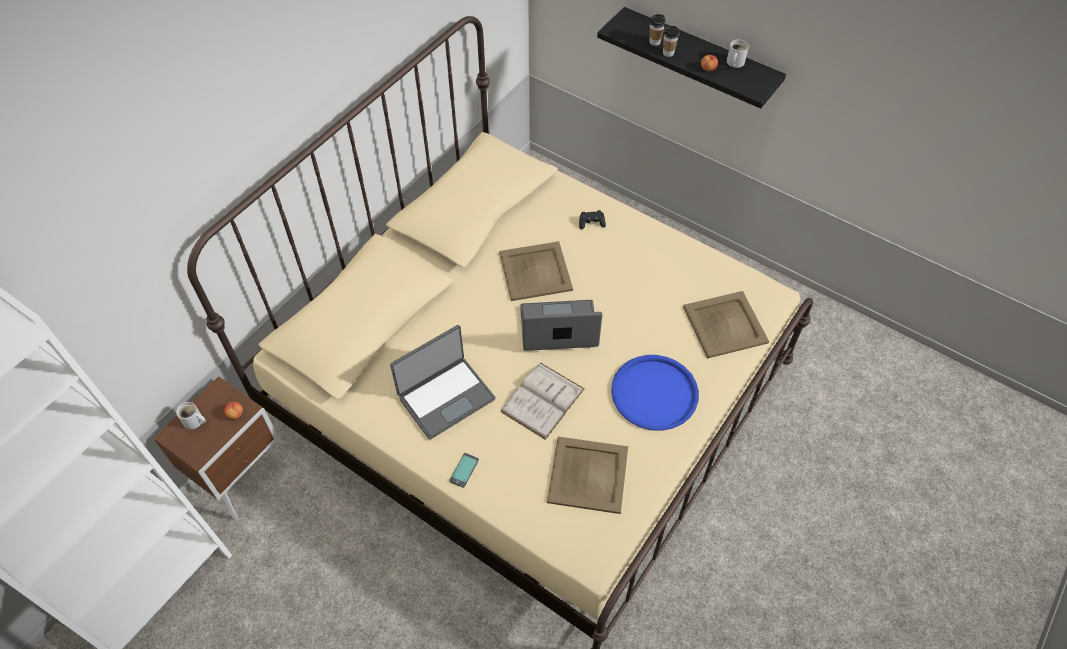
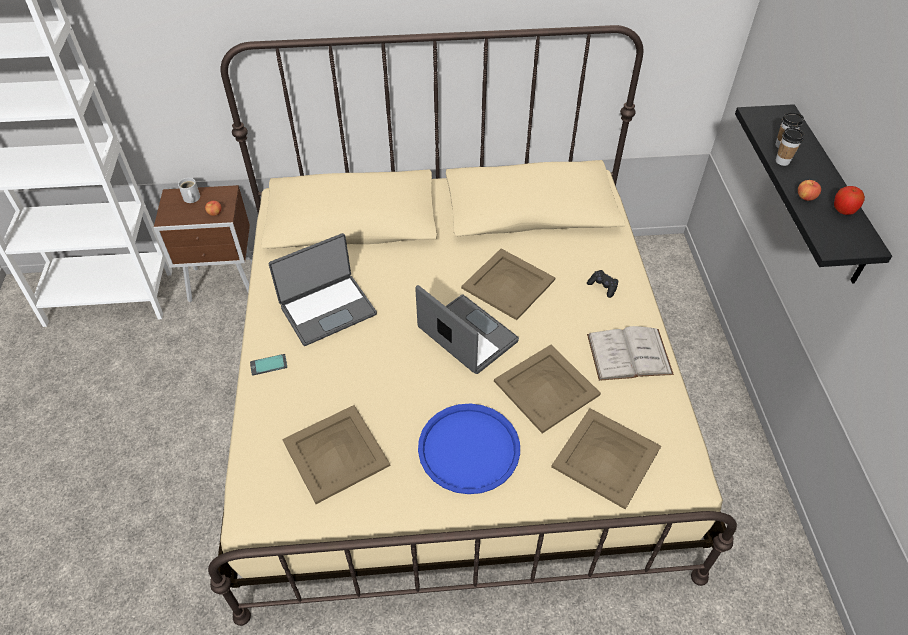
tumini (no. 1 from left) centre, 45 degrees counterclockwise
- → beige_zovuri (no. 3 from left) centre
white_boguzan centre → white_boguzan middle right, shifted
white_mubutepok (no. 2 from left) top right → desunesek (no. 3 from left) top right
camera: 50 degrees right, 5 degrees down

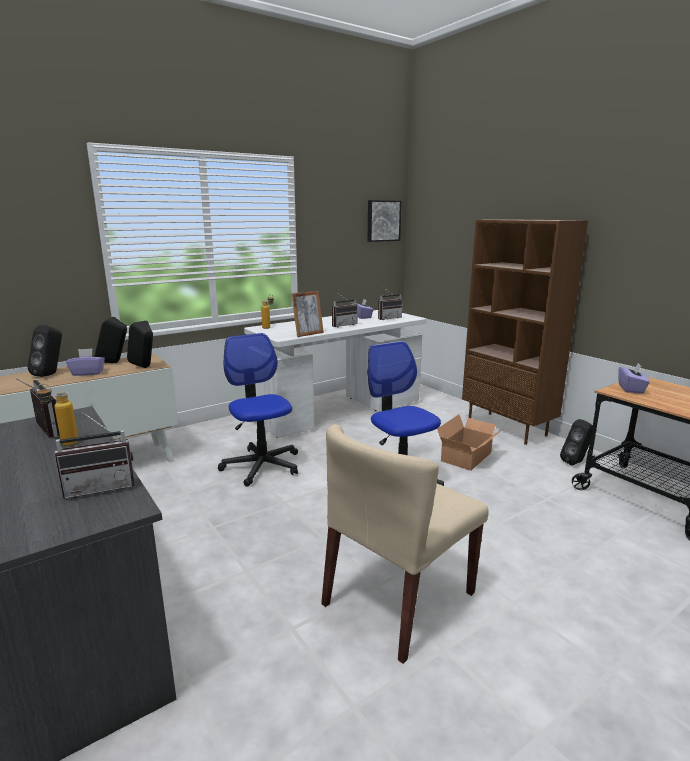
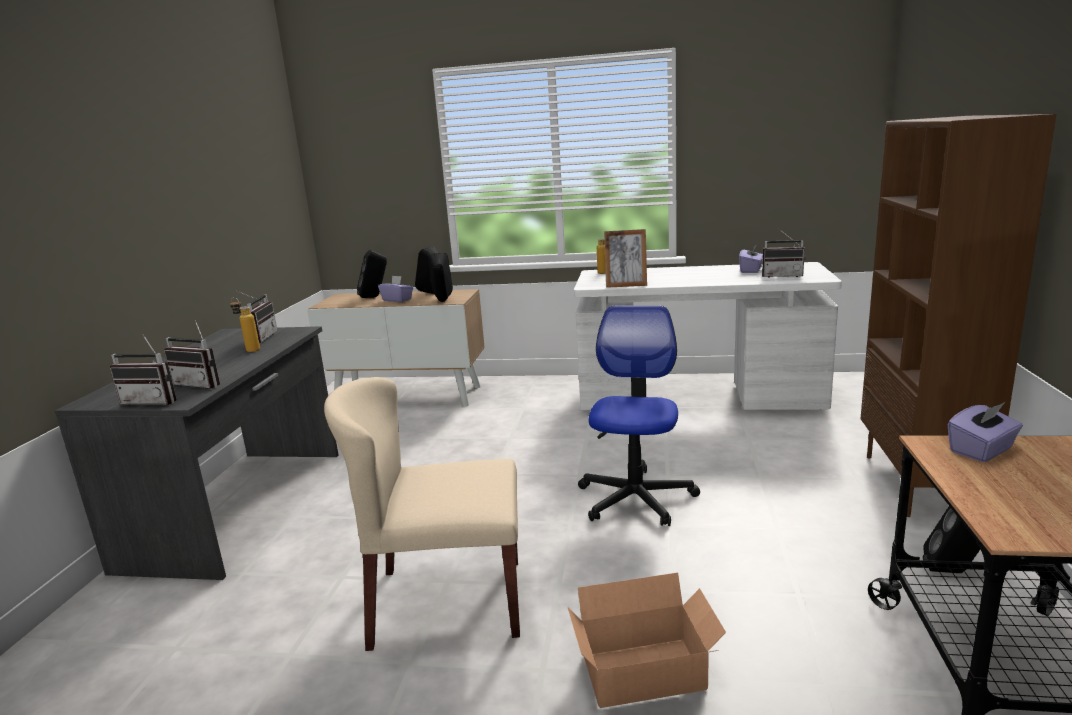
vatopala (no. 3 from left in the first image) centre → vatopala (no. 1 from left) middle left, shifted
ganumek middle right → ganumek bottom centre, shifted
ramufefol (no. 1 from left) centre → -
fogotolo top centre → -
camera: 45 degrees right, 0 degrees up

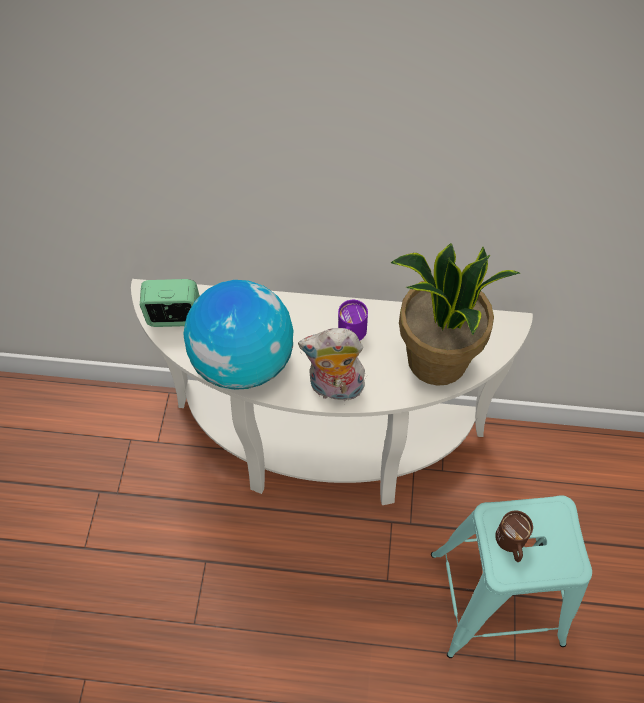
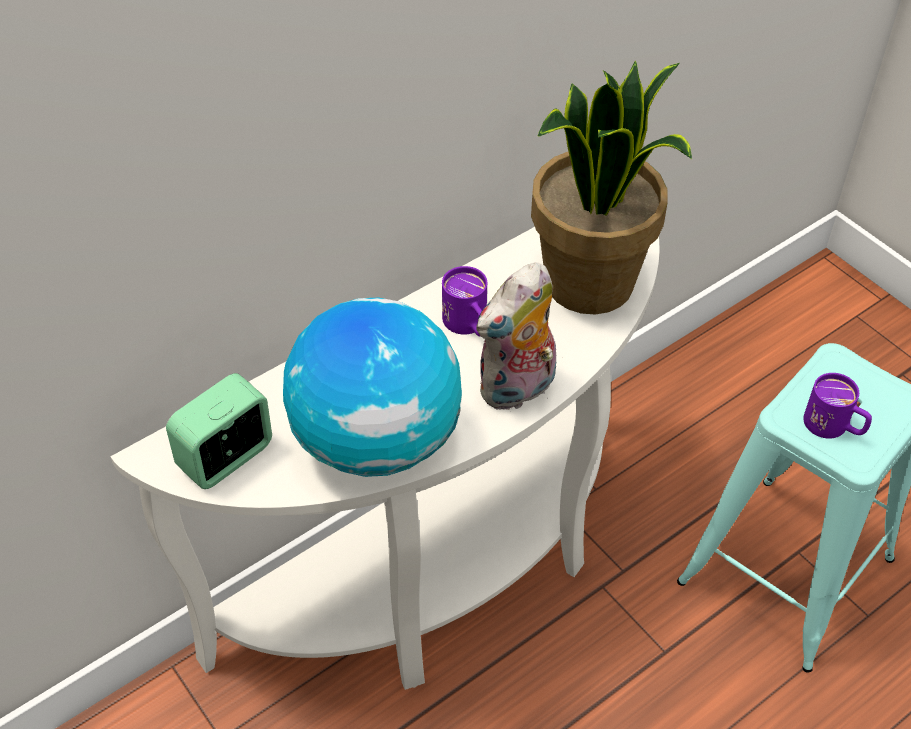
brown_mubutepok bottom right → purple_mubutepok (no. 2 from left) middle right
camera: 45 degrees left, 10 degrees down

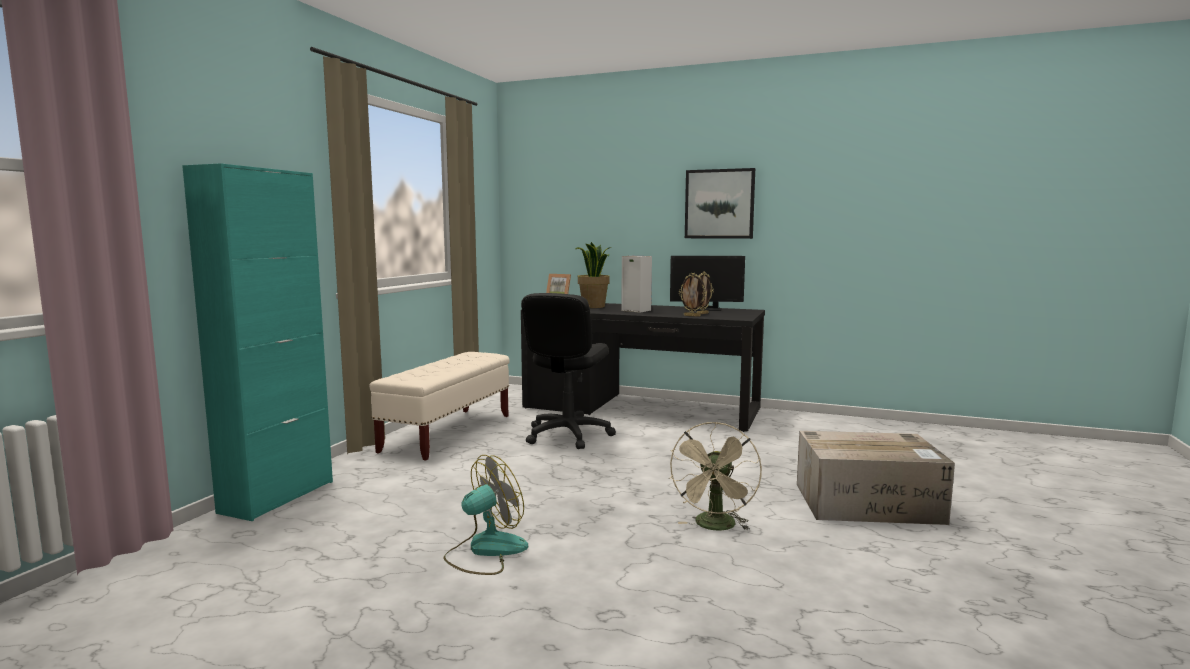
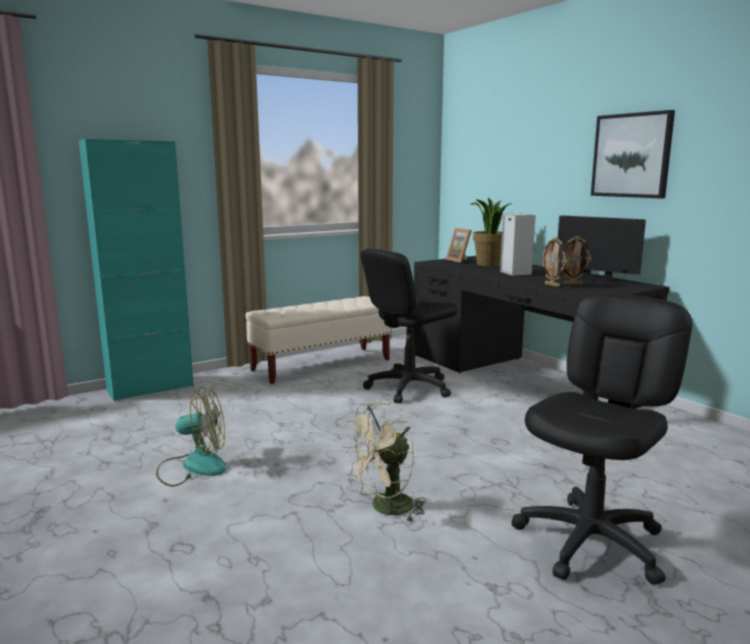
ganumek bottom right → black_ramufefol (no. 2 from left) bottom right
camera: 35 degrees right, 5 degrees up

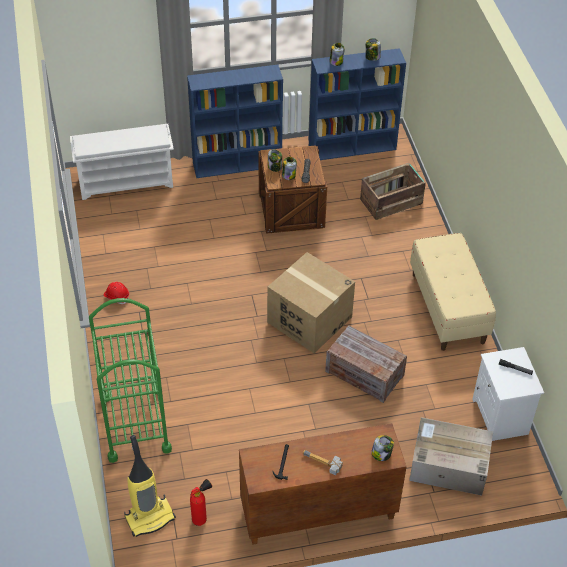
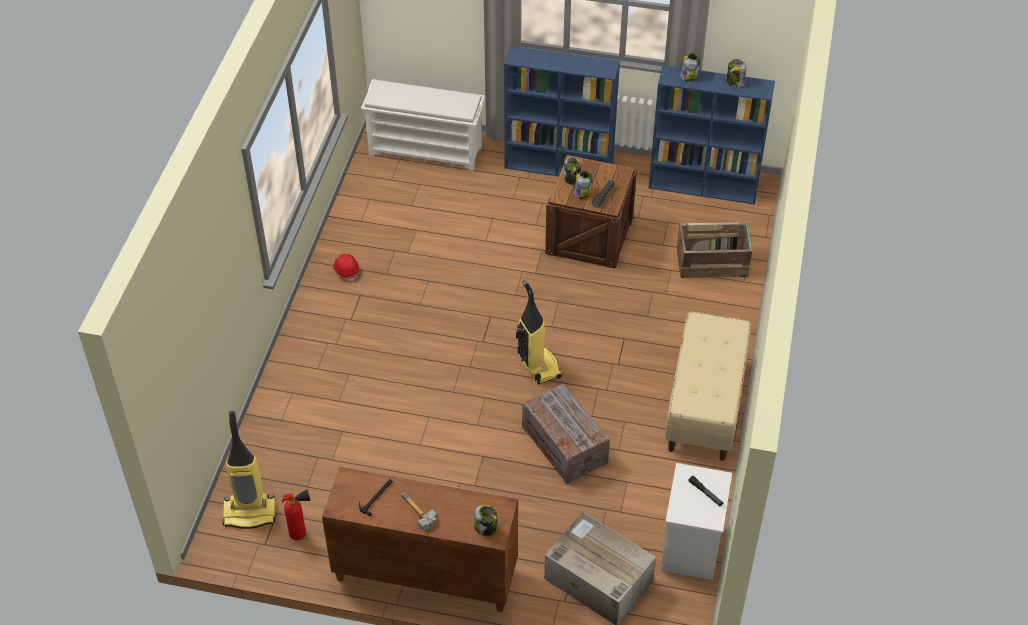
ganumek (no. 1 from left) centre → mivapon (no. 2 from left) centre
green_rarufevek bottom left → -
camera: 25 degrees right, 0 degrees up

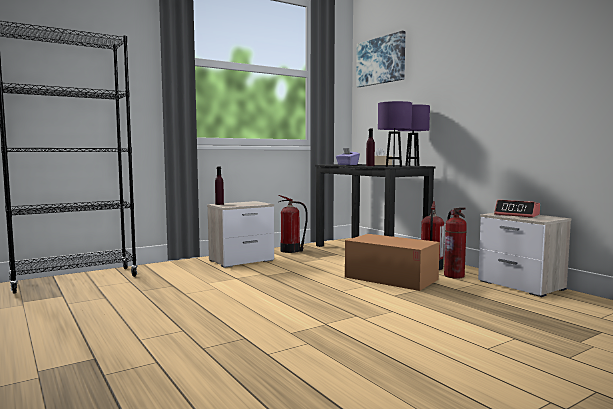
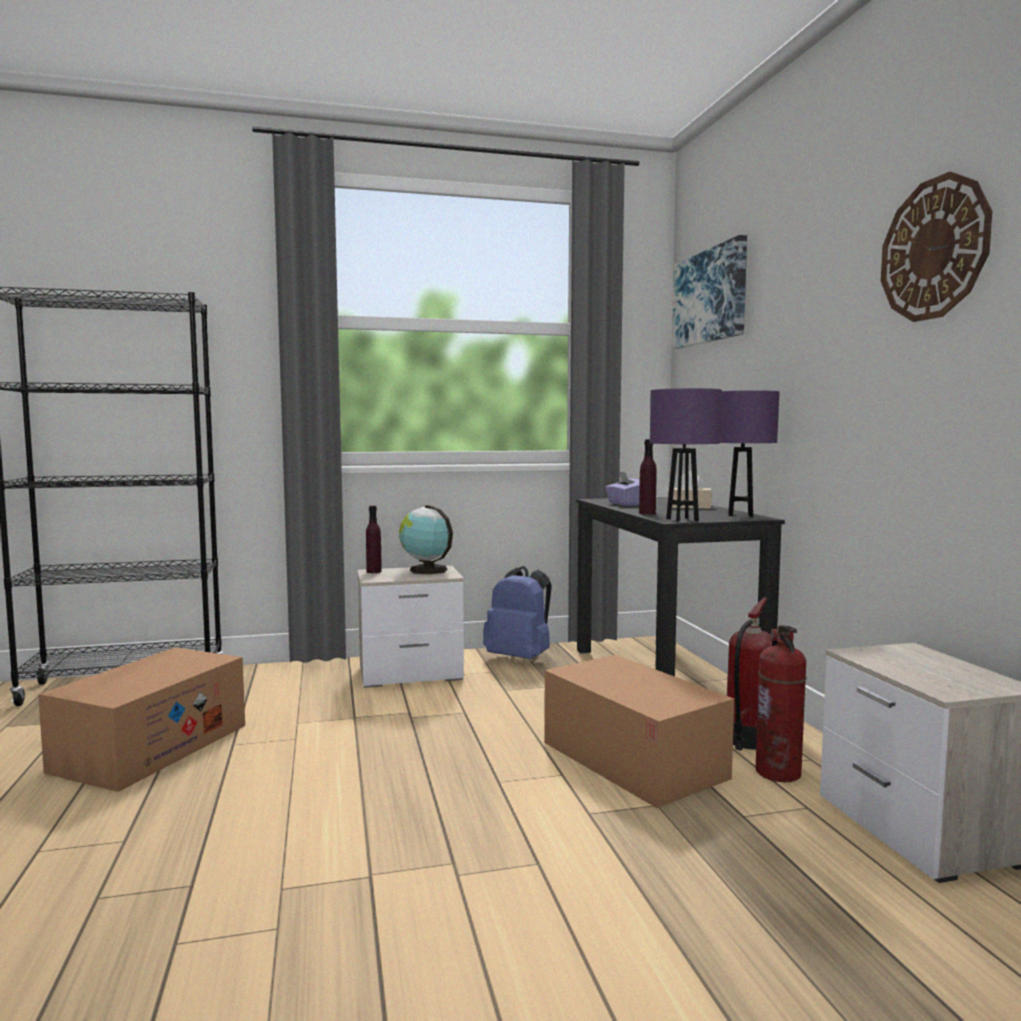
- → ganumek (no. 1 from left) bottom left
- → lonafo centre
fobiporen (no. 1 from left) centre → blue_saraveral centre
- → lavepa top right
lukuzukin middle right → -
camera: 20 degrees right, 0 degrees up

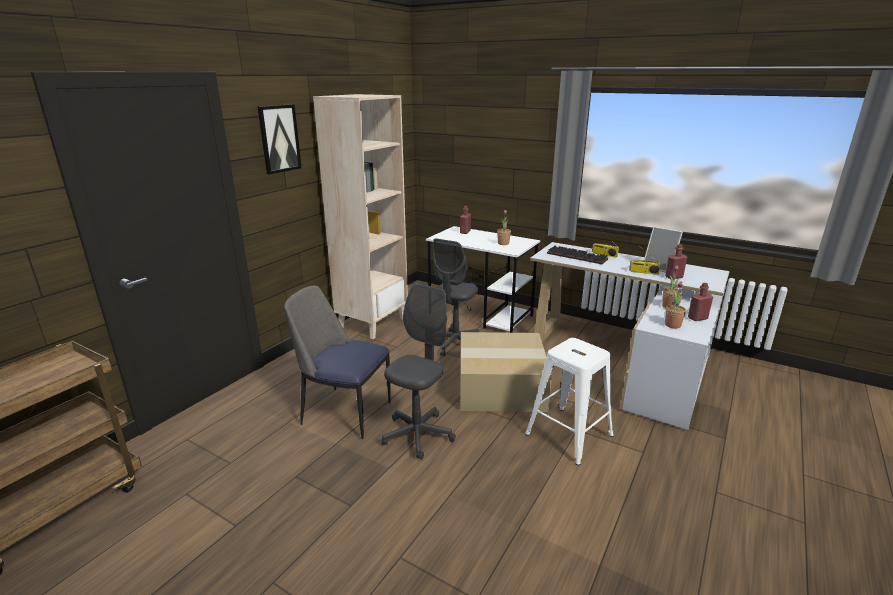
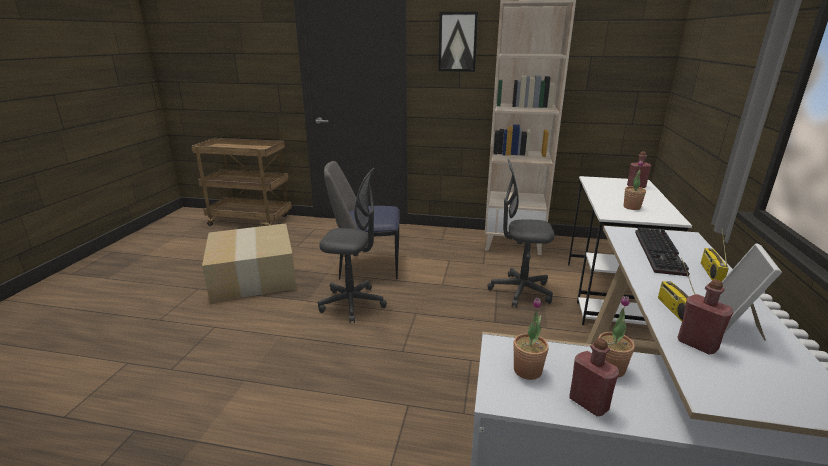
ganumek centre → ganumek middle left, shifted
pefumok centre, 90 degrees counterclockwise
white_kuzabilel bottom centre → -
camera: 70 degrees right, 0 degrees up

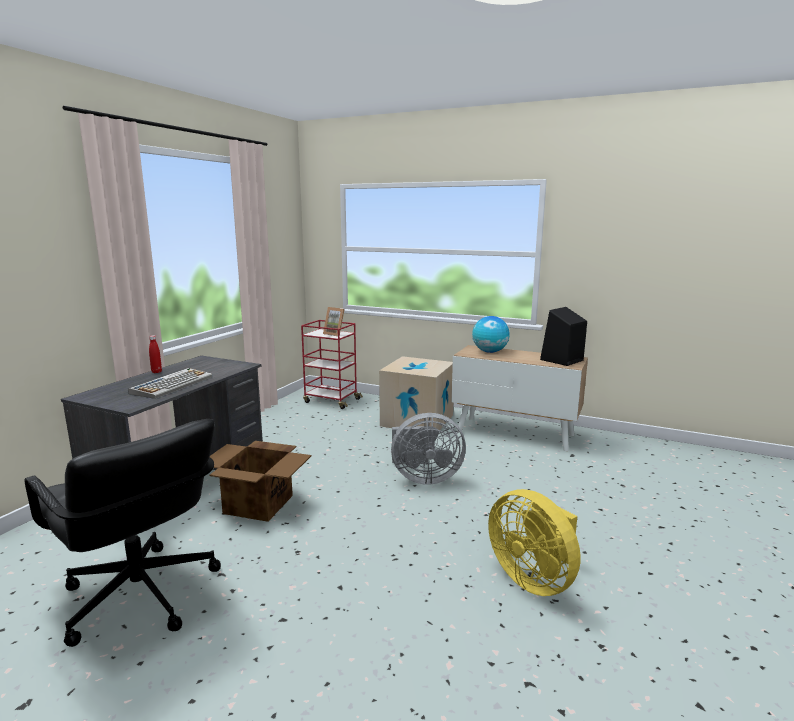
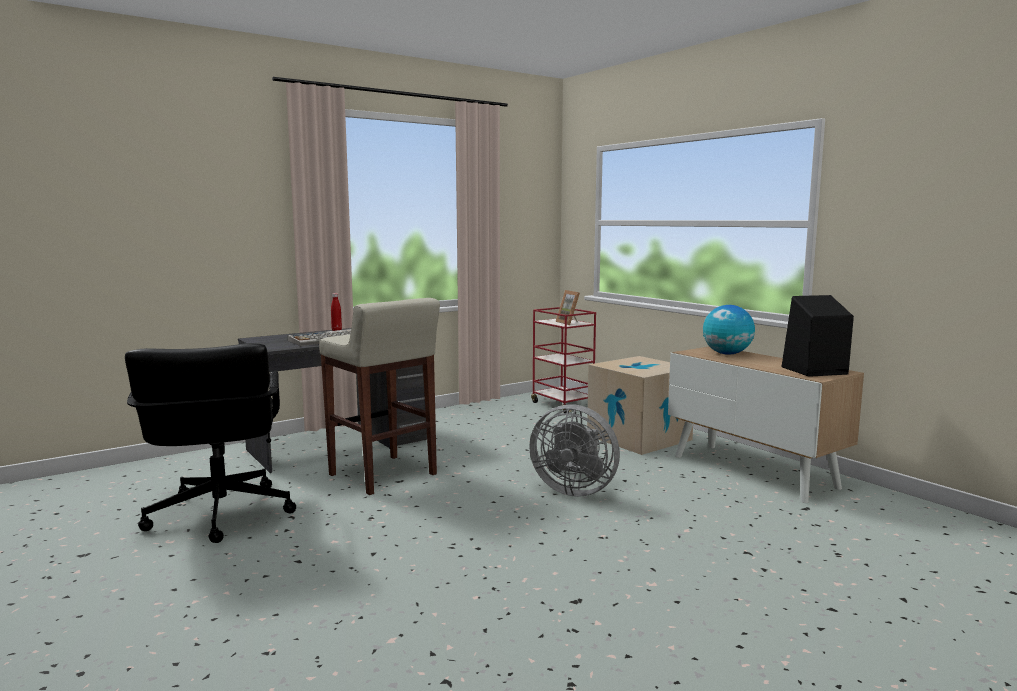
ganumek (no. 1 from left) bottom left → beige_kuzabilel centre
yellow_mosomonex bottom right → -
camera: 30 degrees right, 5 degrees down

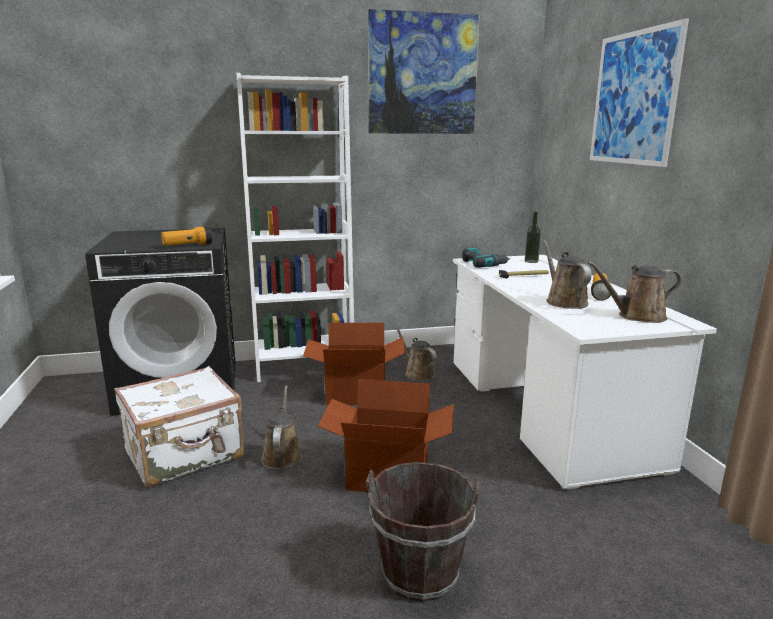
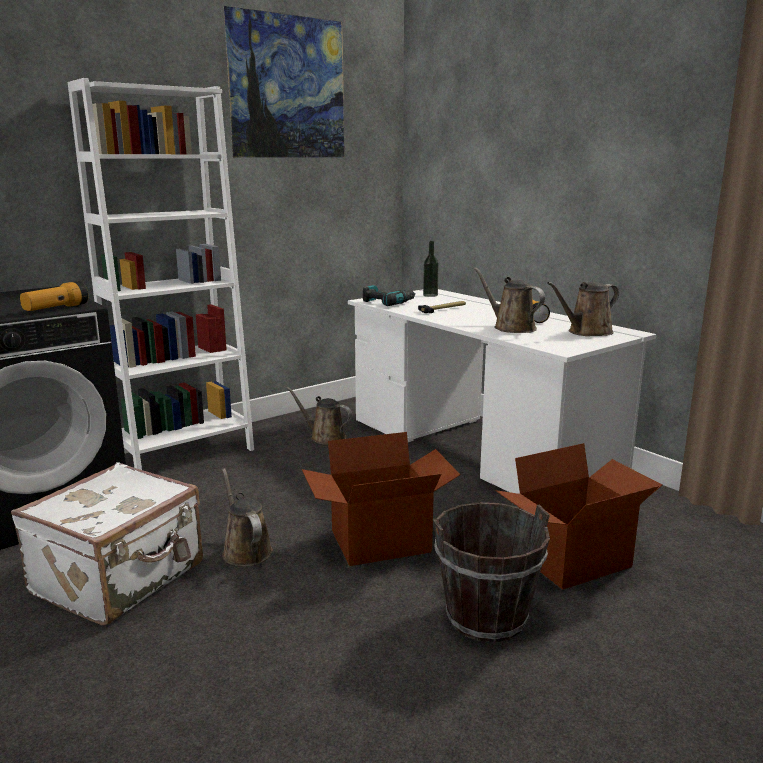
ganumek (no. 1 from left in the first image) centre → ganumek (no. 2 from left) bottom right, shifted
fogotolo (no. 2 from left) top right → -
camera: 25 degrees left, 0 degrees up

